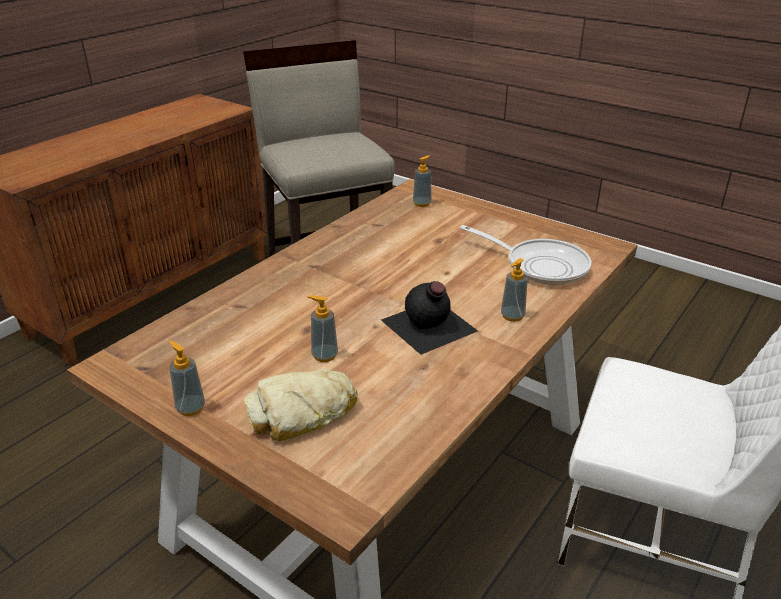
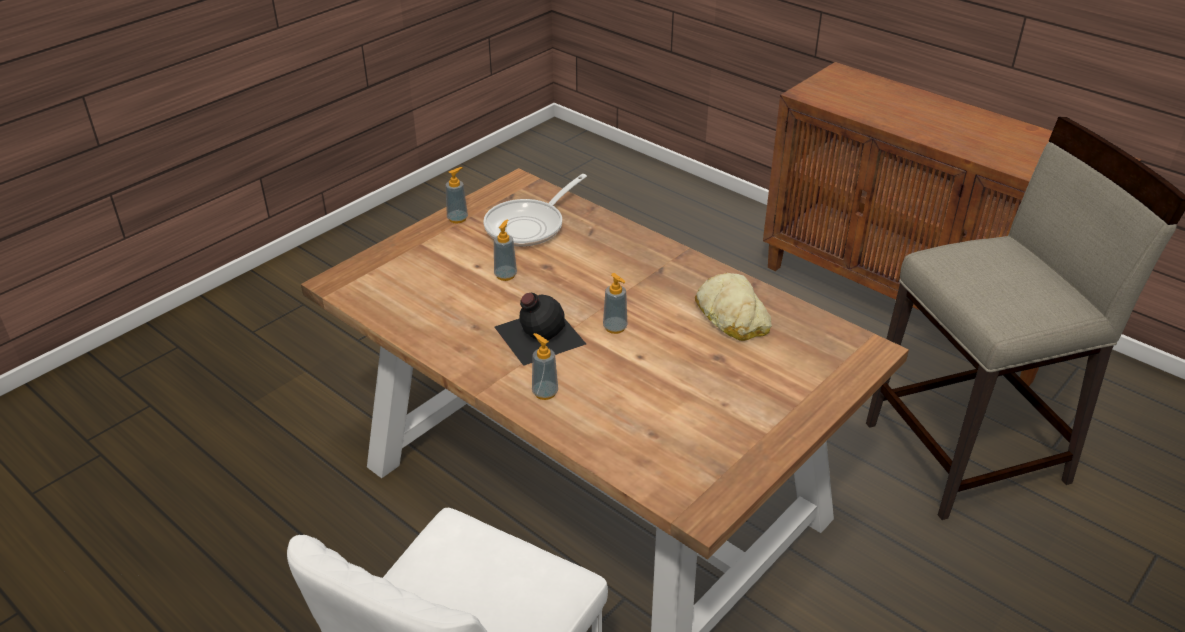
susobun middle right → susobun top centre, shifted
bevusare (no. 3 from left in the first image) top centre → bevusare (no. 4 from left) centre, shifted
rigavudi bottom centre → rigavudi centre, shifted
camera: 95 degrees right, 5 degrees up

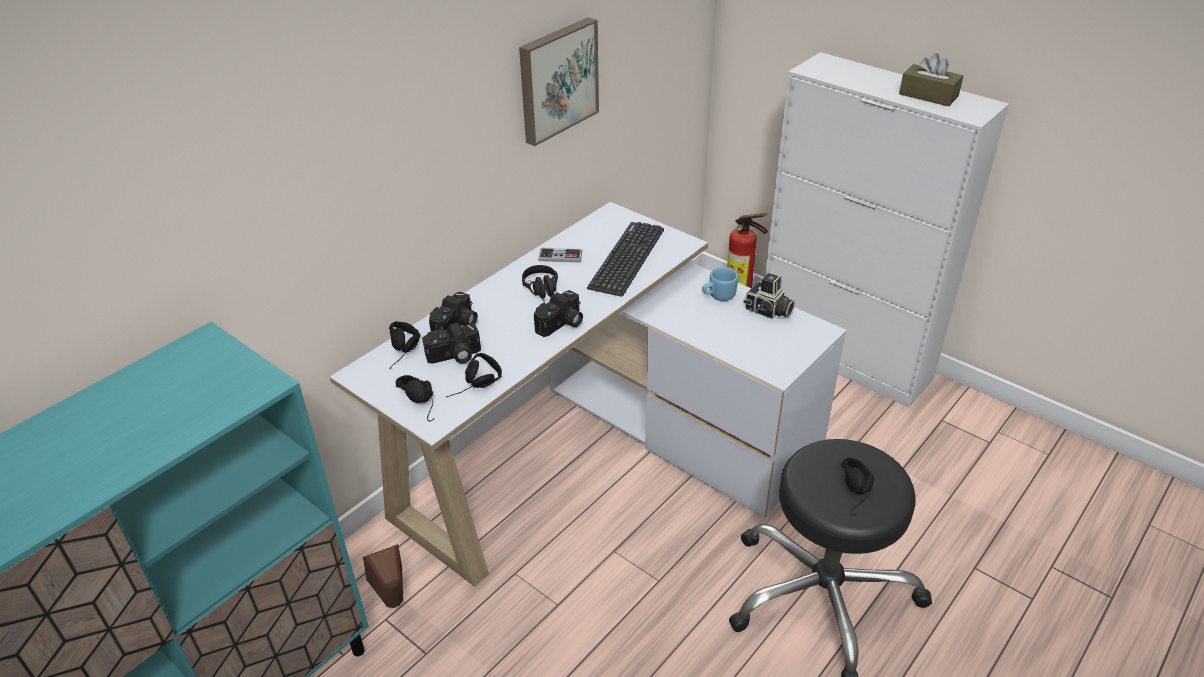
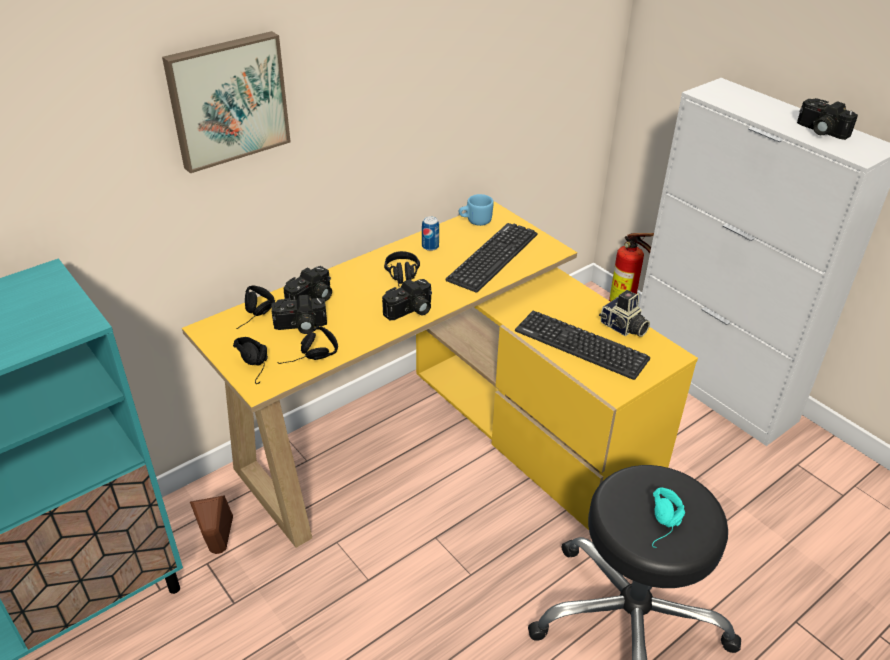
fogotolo top centre → fogotolo top left, shifted
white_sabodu centre → yellow_sabodu centre
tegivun centre → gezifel centre
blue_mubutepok centre → blue_mubutepok top centre, shifted
- → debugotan (no. 2 from left) centre
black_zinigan (no. 5 from left) bottom right → turquoise_zinigan bottom right
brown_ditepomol top right → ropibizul (no. 5 from left) top right
camera: 10 degrees right, 0 degrees up

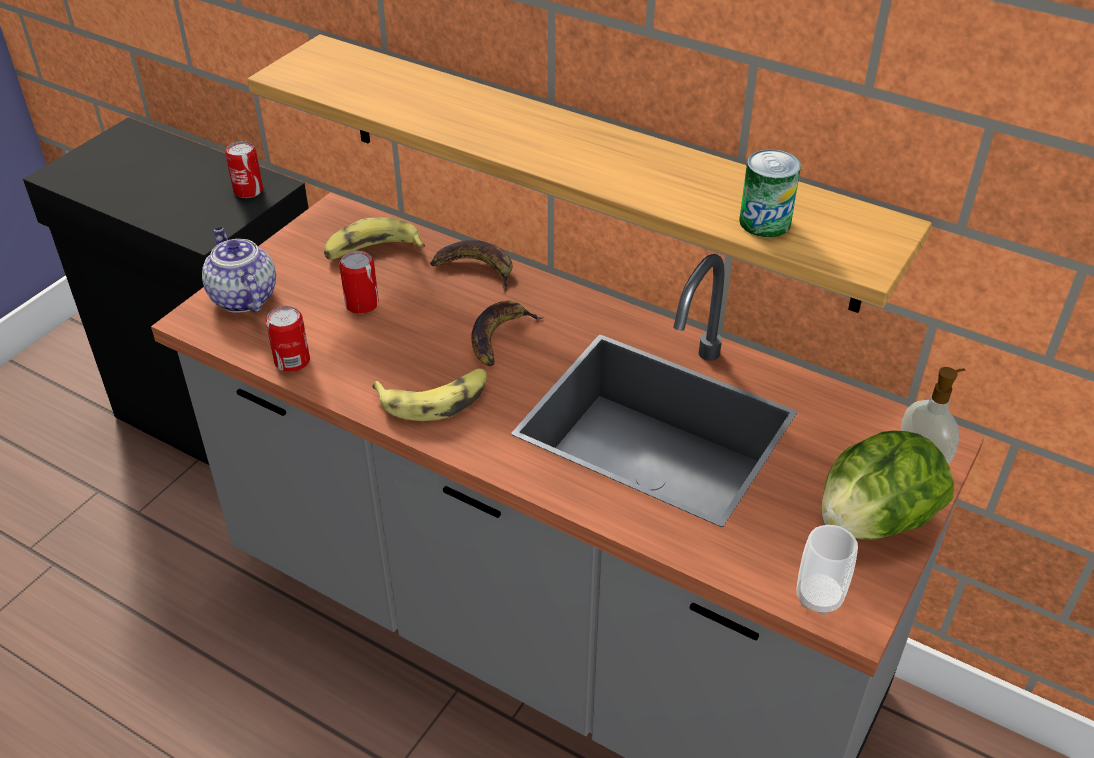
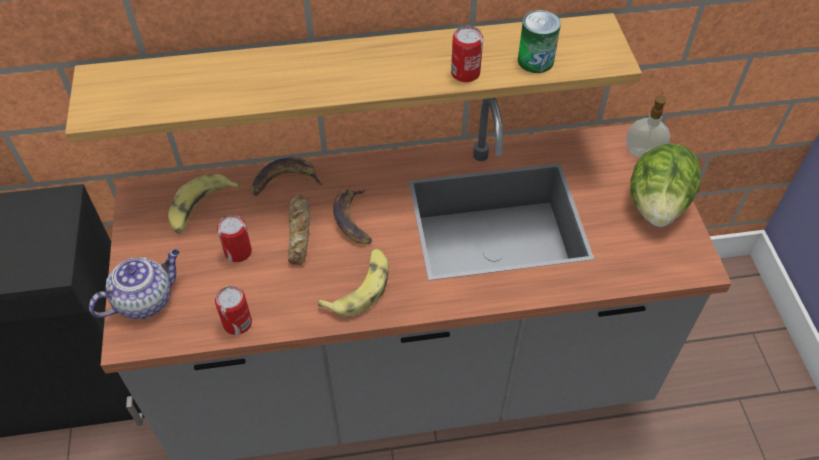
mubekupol middle left, 120 degrees clockwise
- → rigavudi centre
gezifel (no. 1 from left in the first image) top left → gezifel (no. 3 from left) top centre, shifted
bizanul bottom right → -
camera: 40 degrees left, 10 degrees up

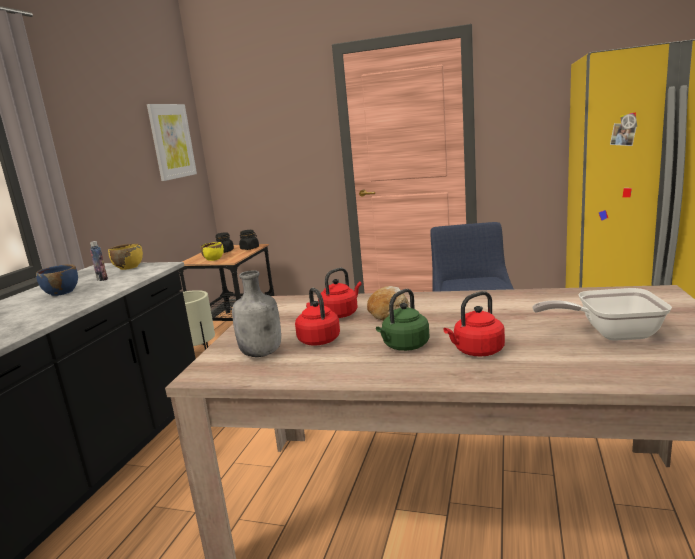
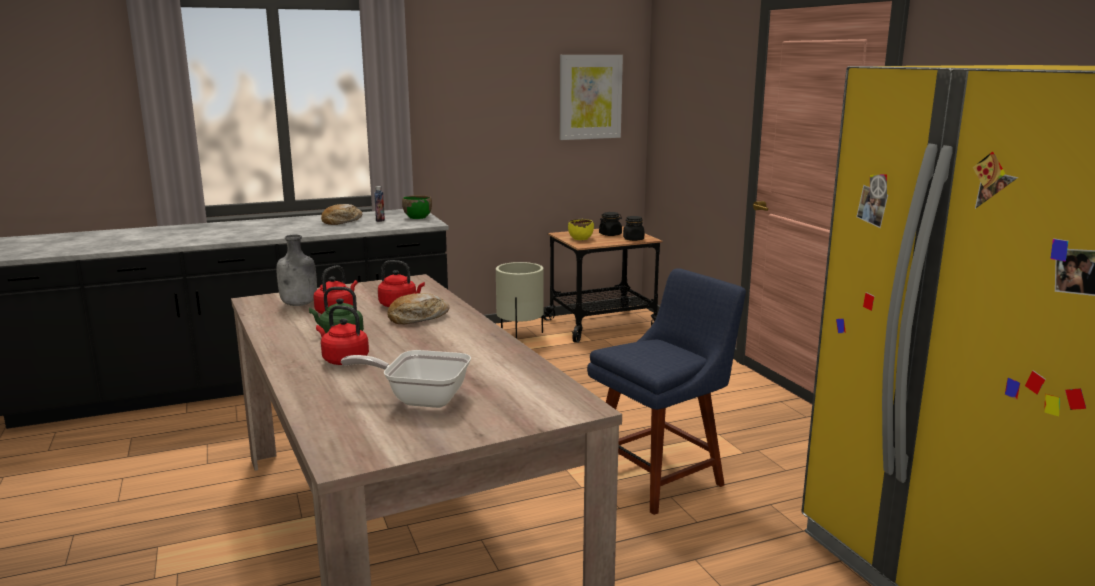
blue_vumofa middle left → rigavudi (no. 1 from left) middle left
susobun middle right → susobun centre, 45 degrees counterclockwise
yellow_vumofa (no. 1 from left) middle left → green_vumofa centre
camera: 50 degrees right, 0 degrees up

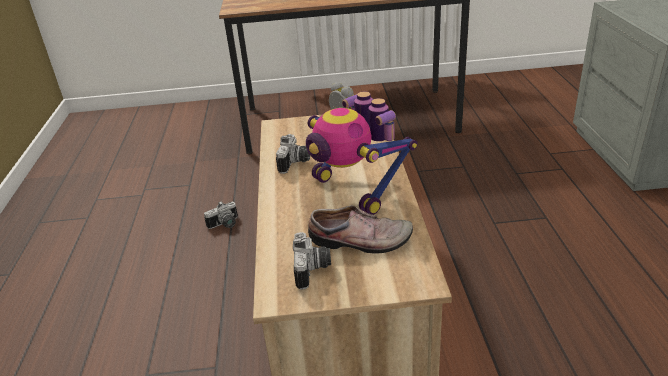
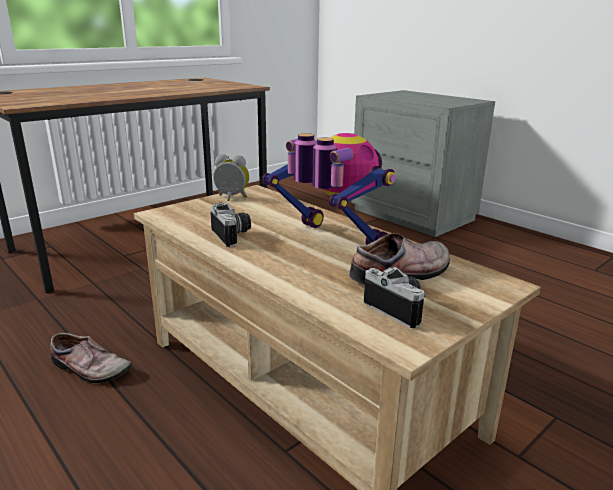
ropibizul (no. 1 from left) middle left → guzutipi (no. 1 from left) bottom left
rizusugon centre, 150 degrees counterclockwise
camera: 40 degrees left, 10 degrees down

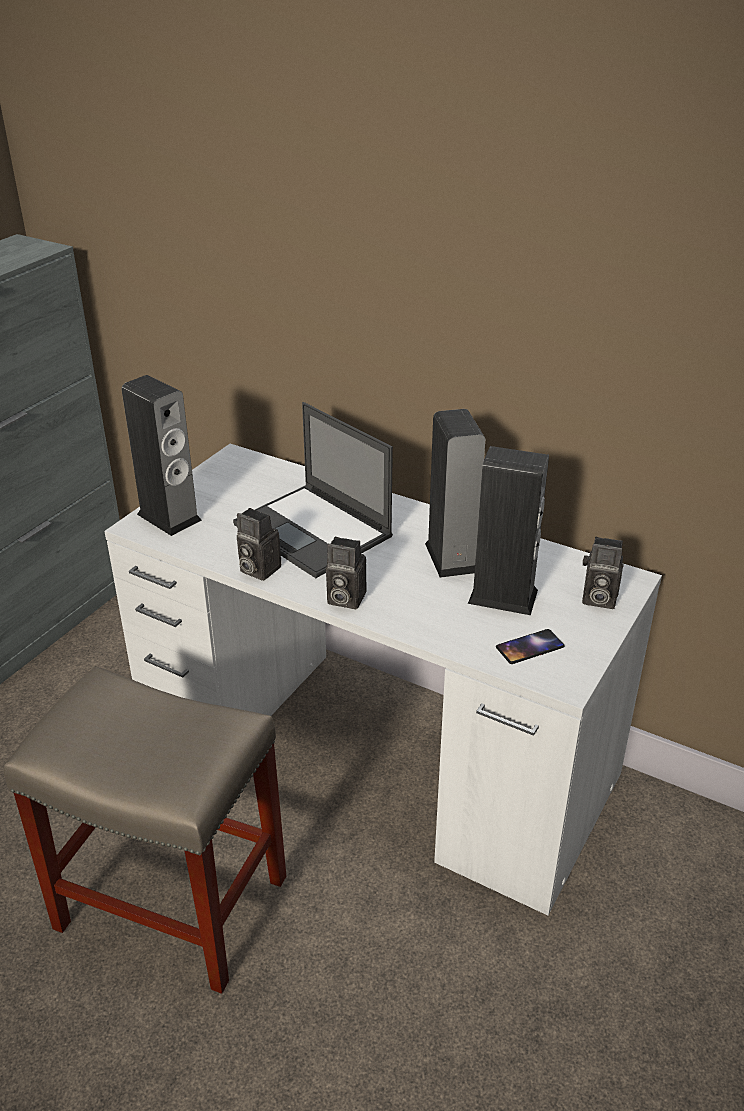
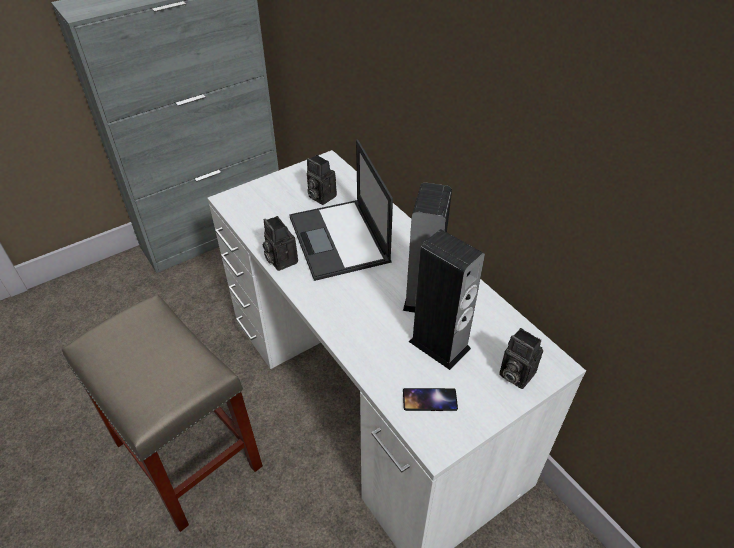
ropibizul (no. 2 from left) centre → ropibizul (no. 2 from left) top centre, shifted
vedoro (no. 1 from left) middle left → -
camera: 25 degrees right, 10 degrees up

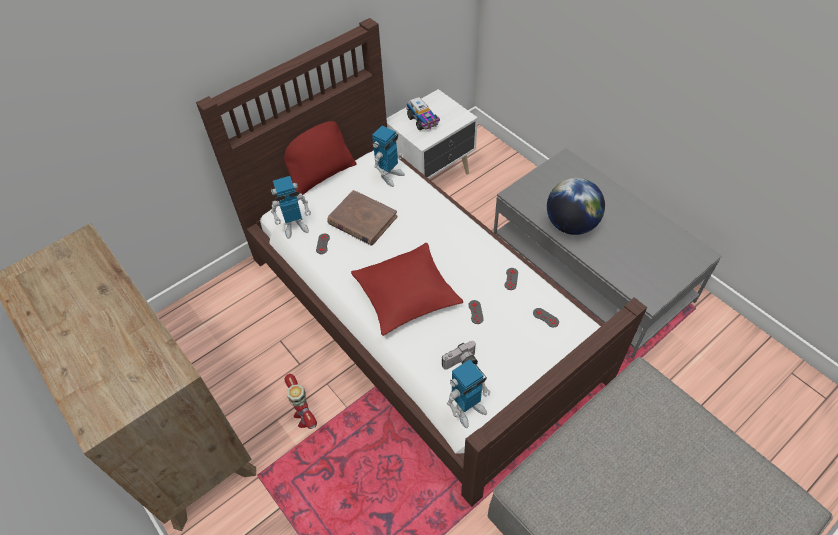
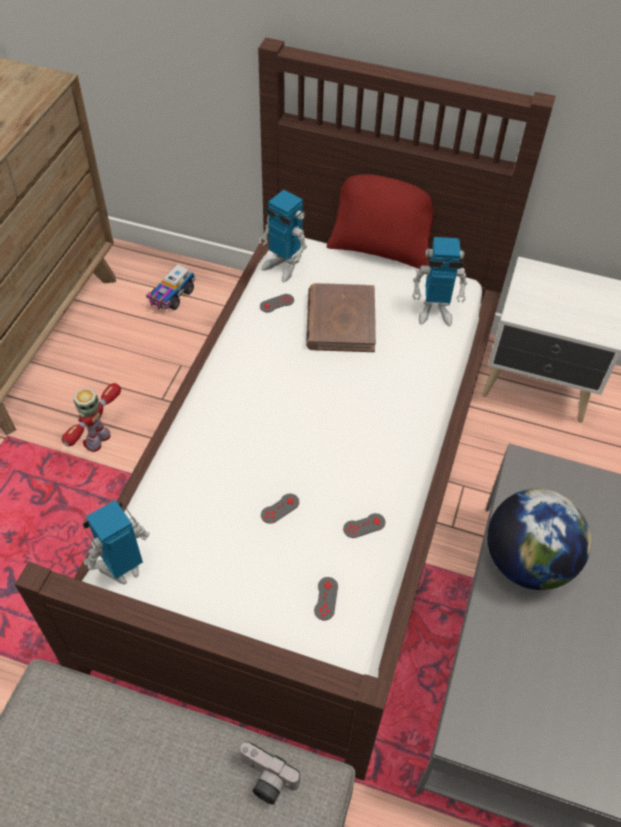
rizusugon (no. 4 from left in the first image) bottom centre → rizusugon (no. 2 from left) middle left, 120 degrees clockwise
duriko top centre → duriko middle left, shifted
ropibizul centre → ropibizul bottom centre, shifted
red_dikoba (no. 2 from left) centre → -
camera: 55 degrees right, 0 degrees up

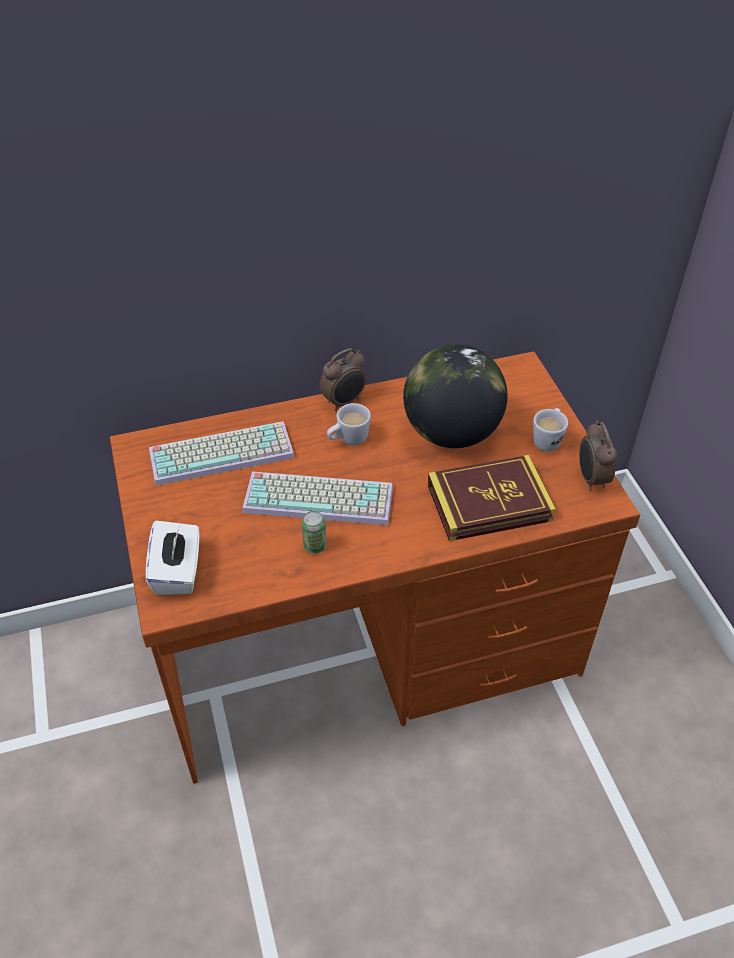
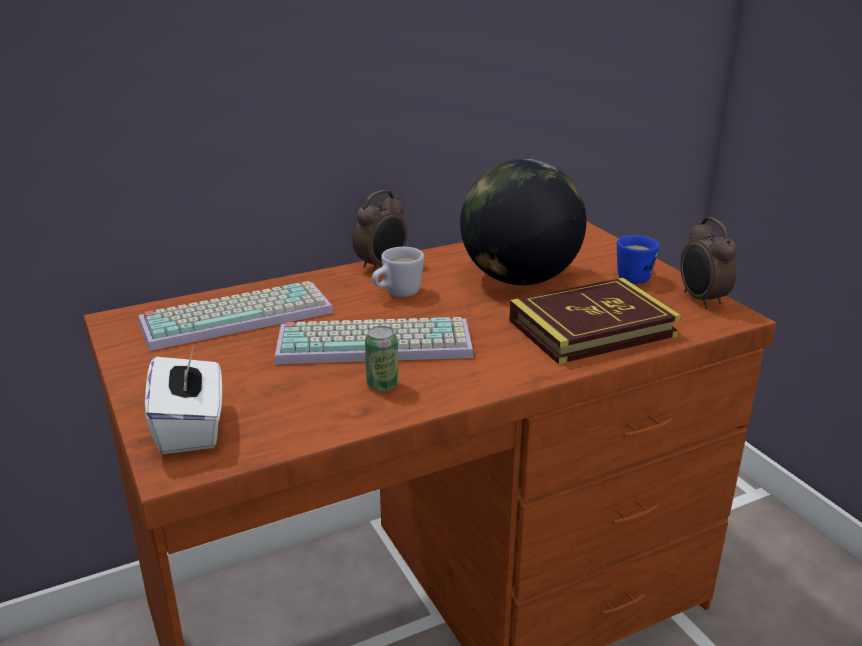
white_mubutepok (no. 2 from left) middle right → blue_mubutepok middle right
camera: 10 degrees left, 20 degrees down

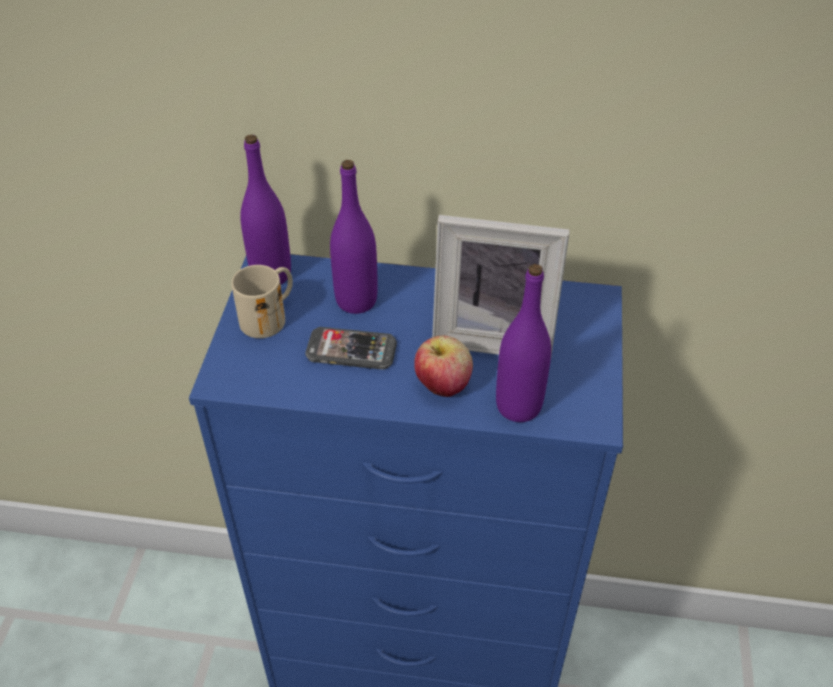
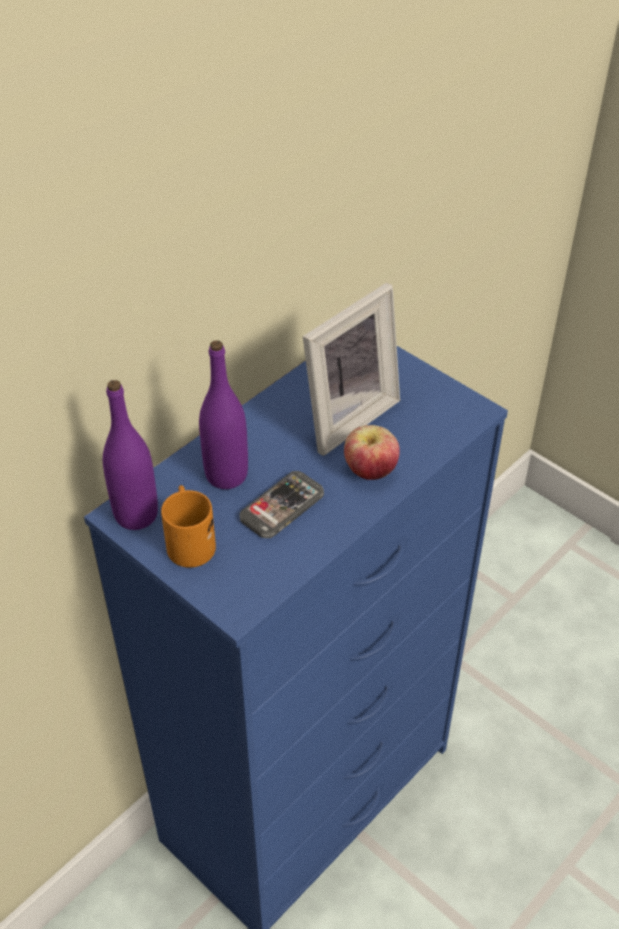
beige_mubutepok middle left → orange_mubutepok middle left
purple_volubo (no. 3 from left) centre → -
camera: 55 degrees left, 0 degrees up

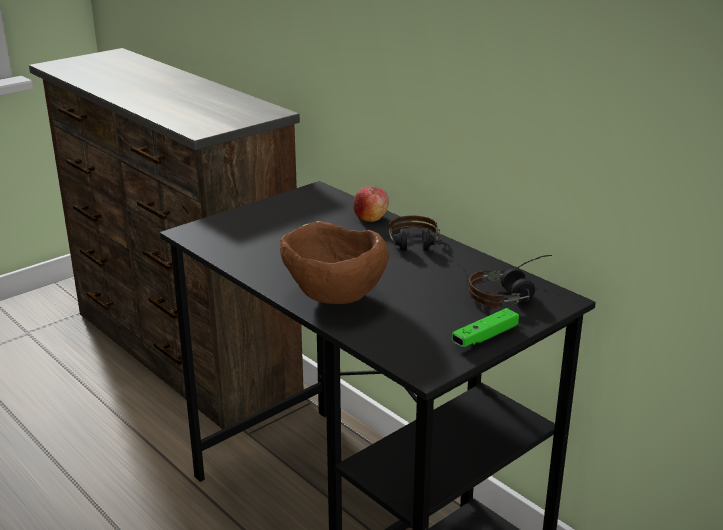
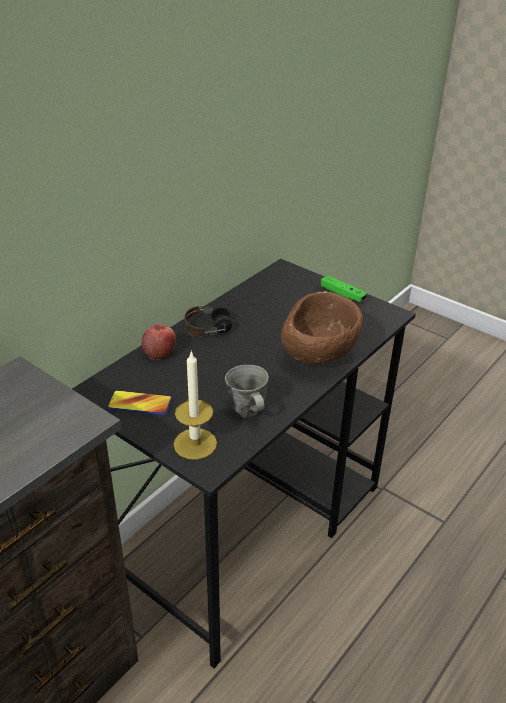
- → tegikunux middle left
- → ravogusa centre
- → grey_mubutepok centre
zinigan (no. 2 from left) middle right → -
camera: 100 degrees left, 10 degrees up

